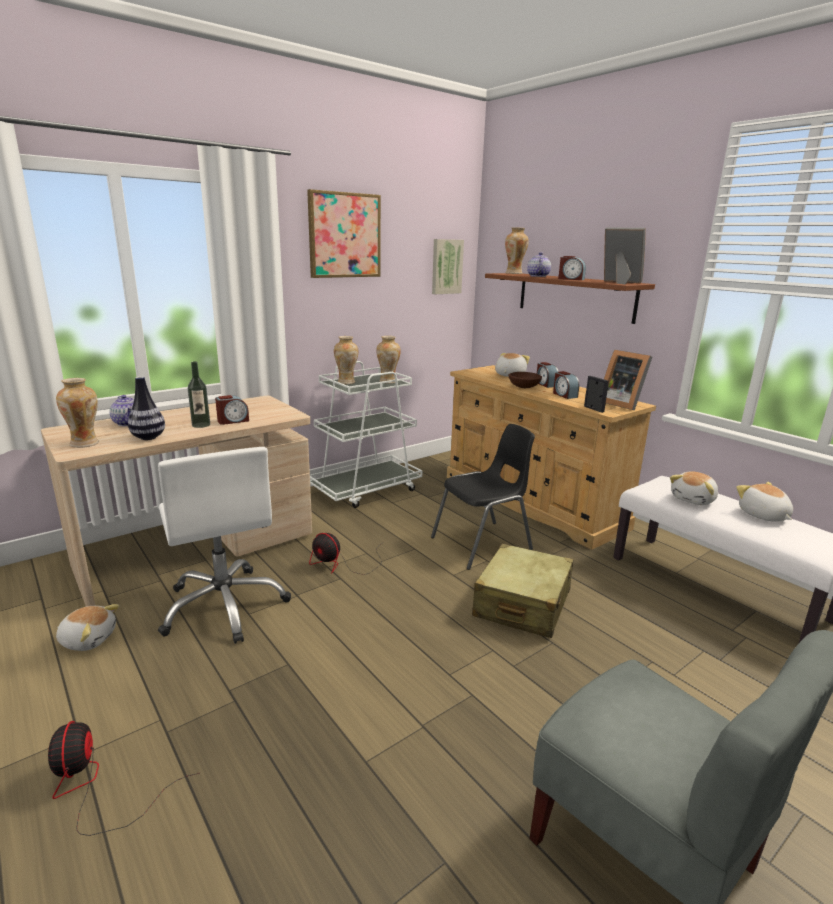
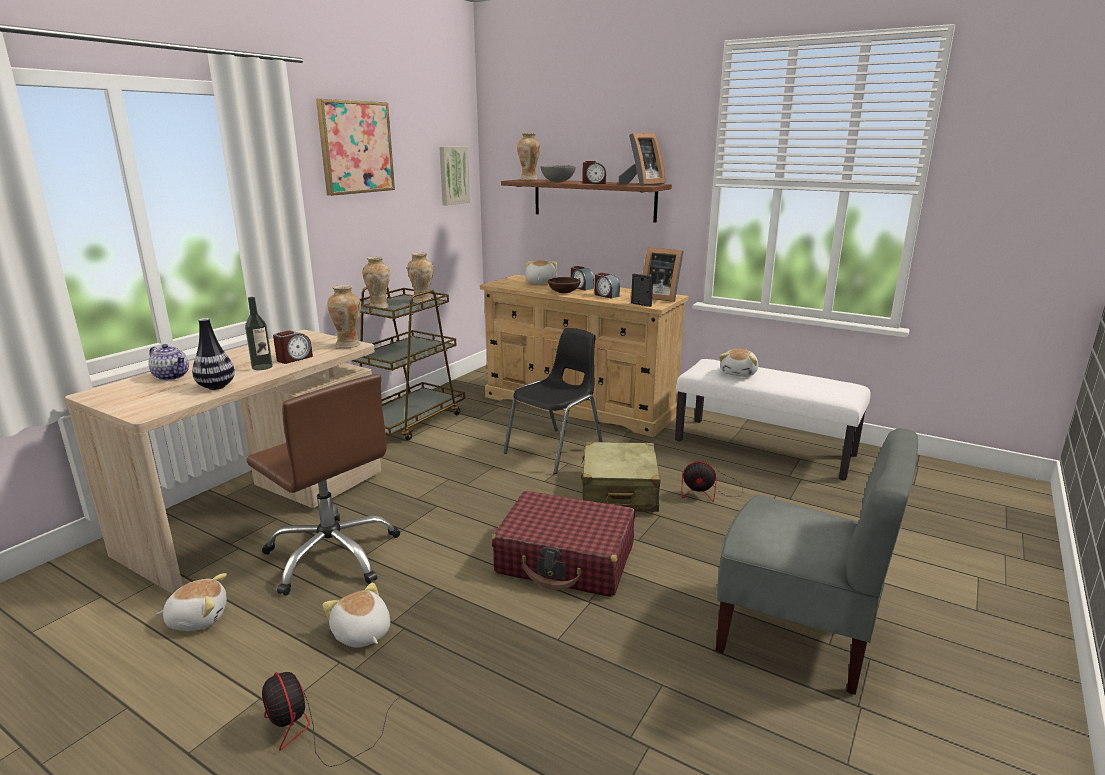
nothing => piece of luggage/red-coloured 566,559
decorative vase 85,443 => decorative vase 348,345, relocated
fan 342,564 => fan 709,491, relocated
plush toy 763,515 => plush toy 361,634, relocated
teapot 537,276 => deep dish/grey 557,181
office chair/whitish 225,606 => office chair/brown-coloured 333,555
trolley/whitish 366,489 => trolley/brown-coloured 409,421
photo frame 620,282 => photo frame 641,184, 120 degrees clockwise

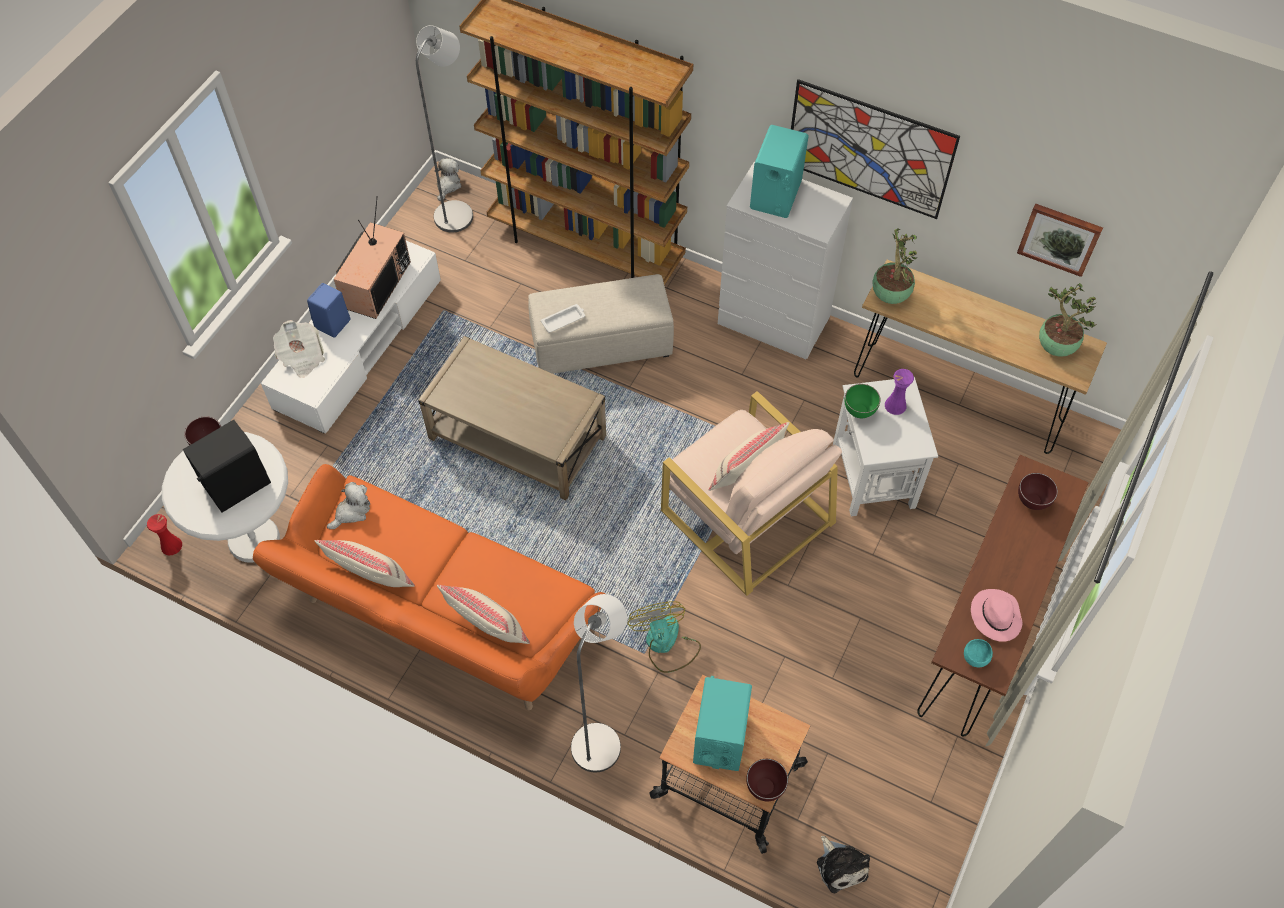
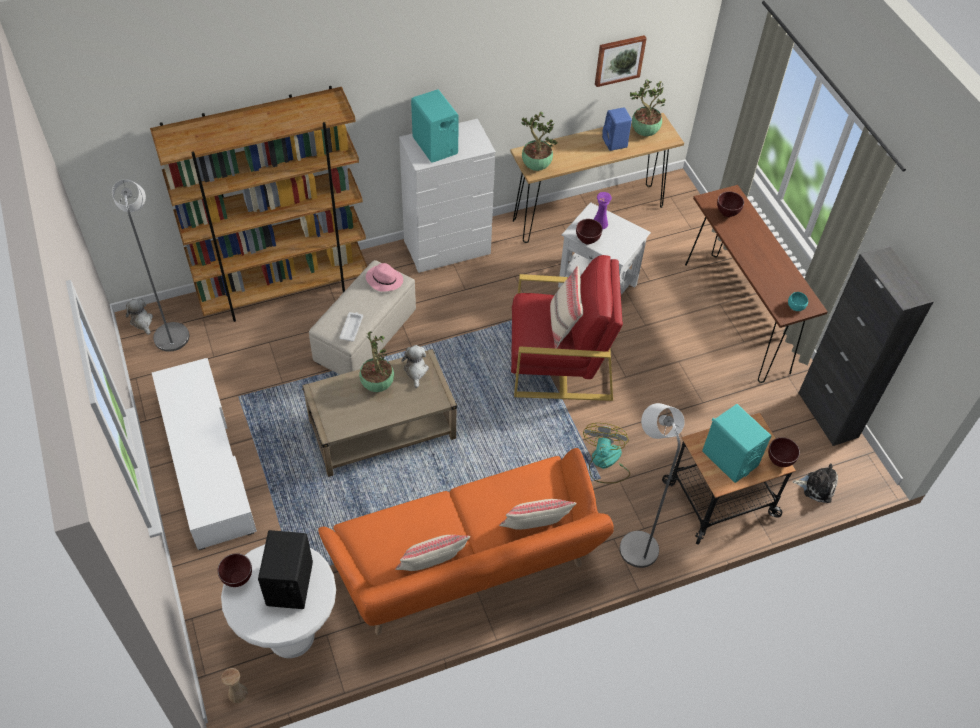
printed paper 302,357 => nothing
TV set 376,283 => nothing
wall picture 869,149 => nothing
nothing => plant in a pot 377,384
nothing => cupboard/black-coloured 828,415
audio speaker/bluish 332,325 => audio speaker/bluish 615,143, relocated
plush toy 352,511 => plush toy 416,370, relocated
clothing hat/pink 995,616 => clothing hat/pink 384,279, relocated
decorative vase/red-coloured 171,546 => decorative vase/sand-coloured 237,693
armchair/sand-coloured 746,515 => armchair/red-coloured 561,360
deep dish/green-coloured 859,411 => deep dish/brown-coloured 587,240
fan 665,644 => fan 605,463, 75 degrees clockwise

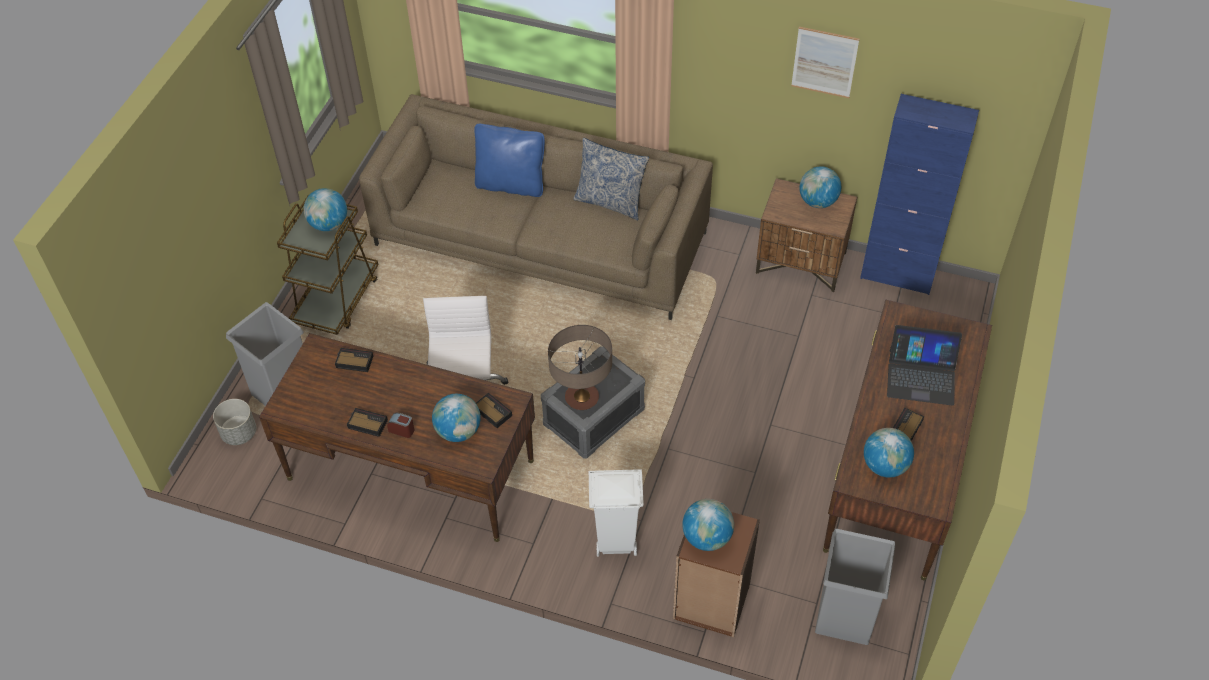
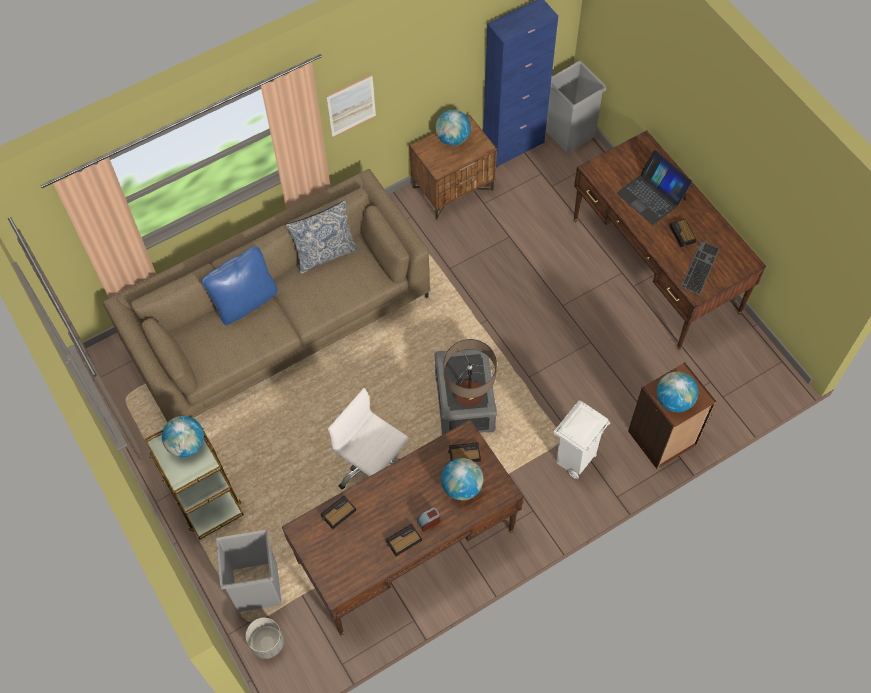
wall picture 824,62 => wall picture 351,105, relocated
trash can/grey 845,615 => trash can/grey 569,133, relocated
desk globe 884,466 => PC keyboard 699,266
notebook computer 921,376 => notebook computer 651,196, 90 degrees clockwise

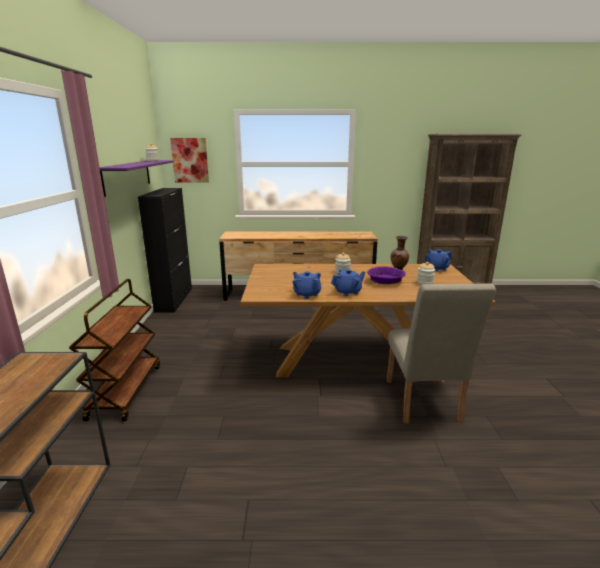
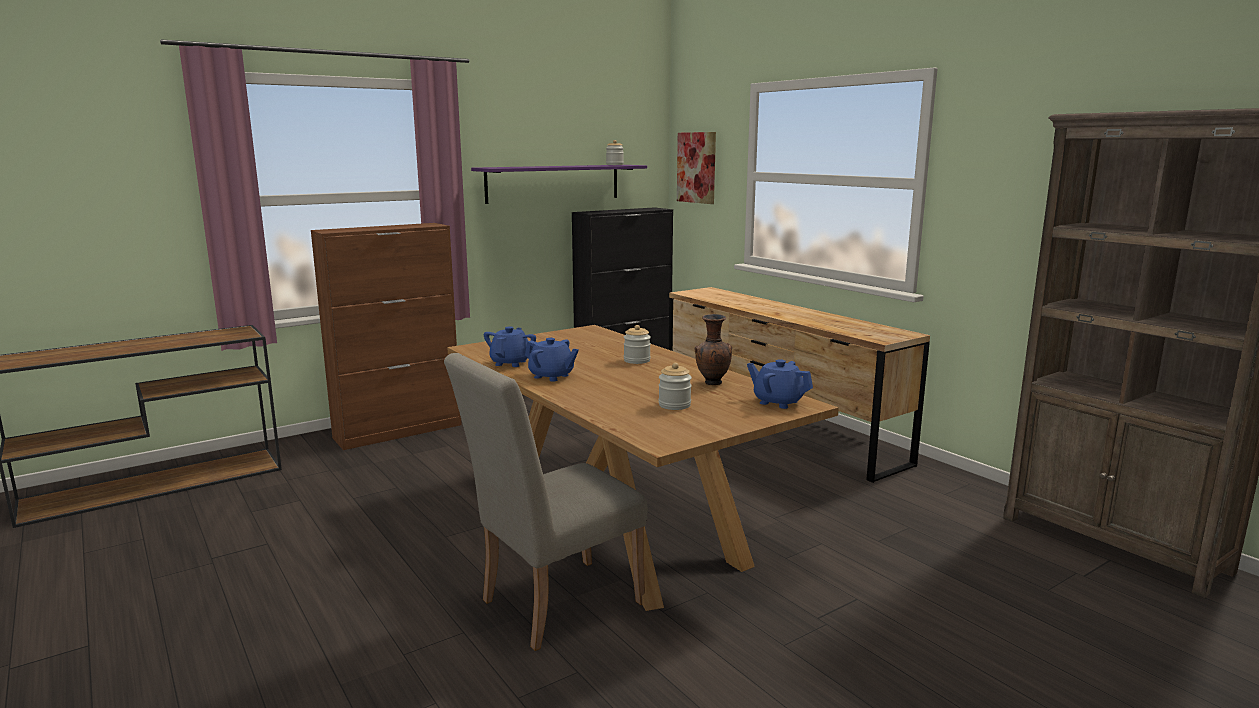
deep dish/purple-coloured 385,281 => nothing
trolley/brown-coloured 125,390 => cupboard/brown-coloured 399,431

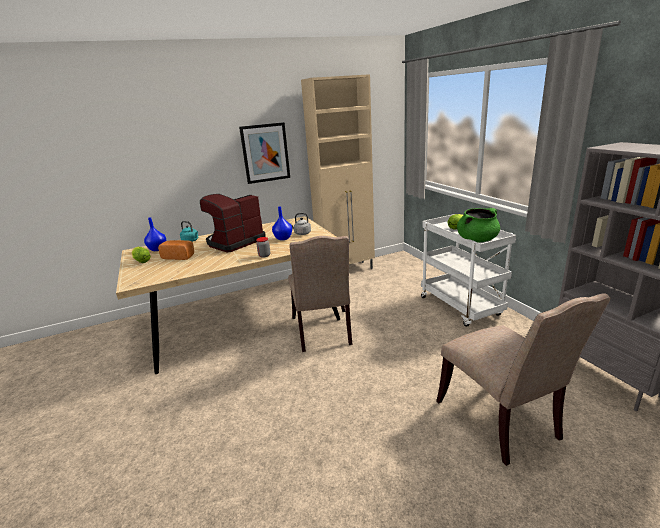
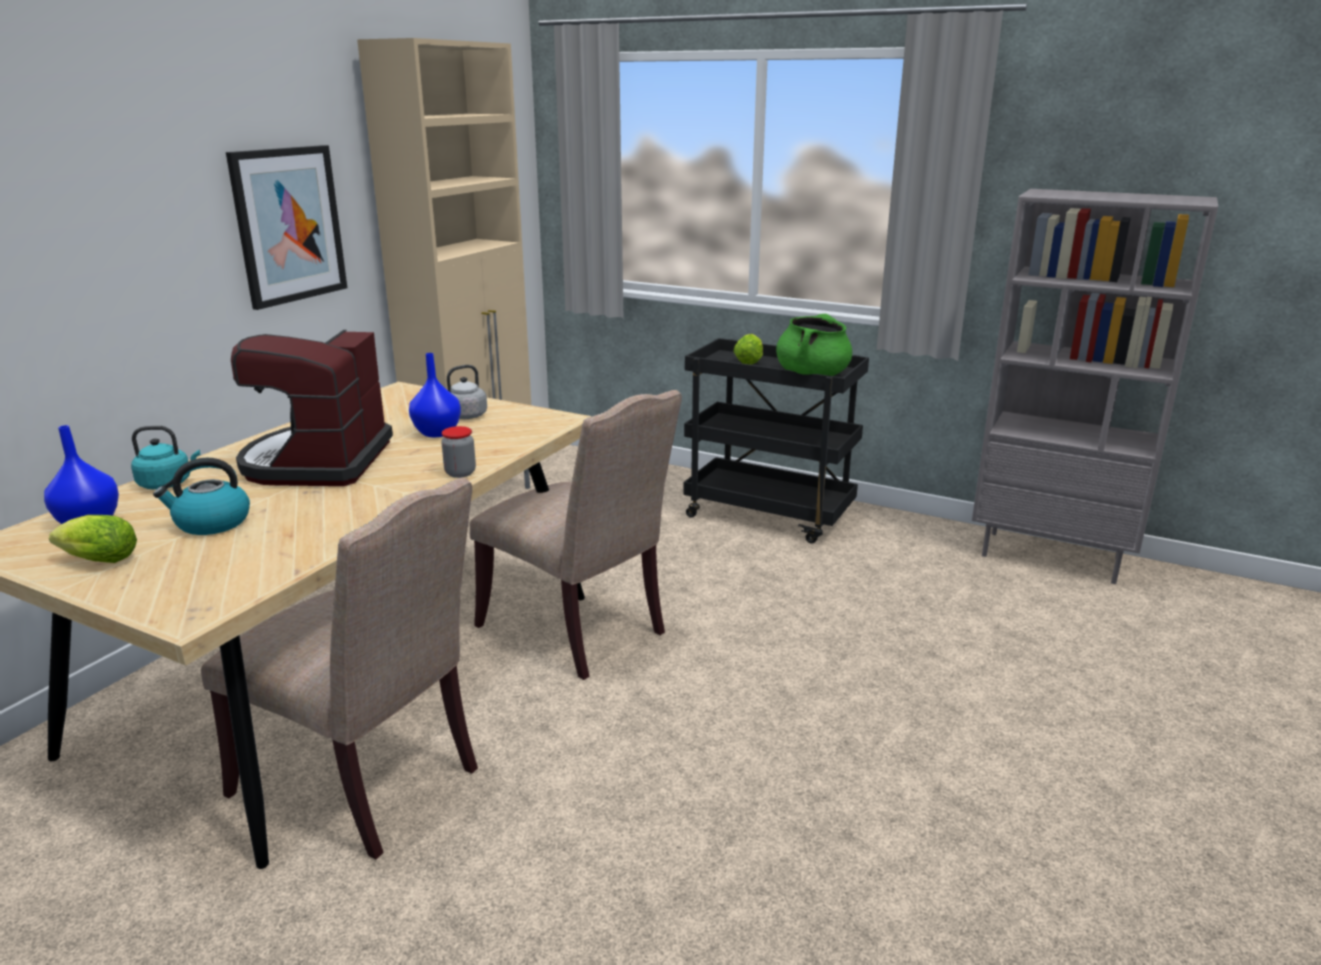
upright chair/sand-coloured 502,421 => upright chair/sand-coloured 367,782, relocated
baked bread 179,256 => tea kettle 211,523
trolley/whitish 461,307 => trolley/black-coloured 770,515

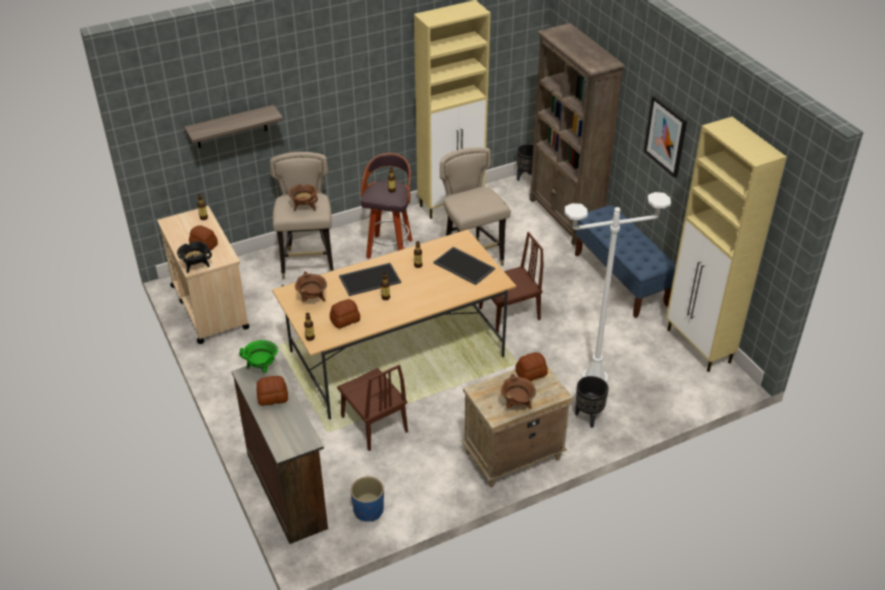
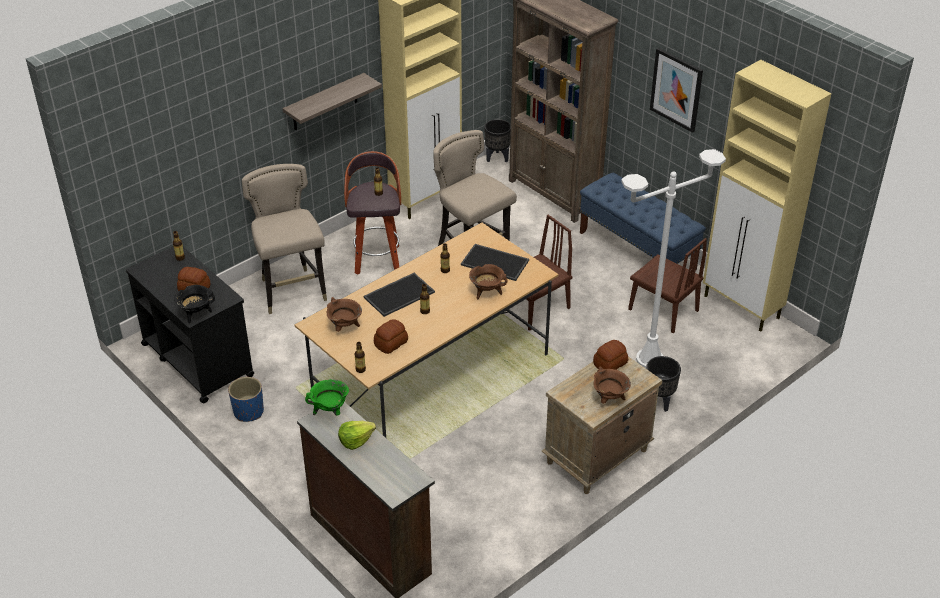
bracket shelf 231,127 => bracket shelf 325,102, relocated
cooking pot/brown-coloured 304,207 => cooking pot/brown-coloured 487,292, relocated
upright chair/brown-coloured 374,424 => upright chair/brown-coloured 663,310, relocated
planter/bluish 368,510 => planter/bluish 248,412, relocated
baked bread 272,397 => lettuce head 355,440
trolley/sand-coloured 209,306 => trolley/black-coloured 197,359

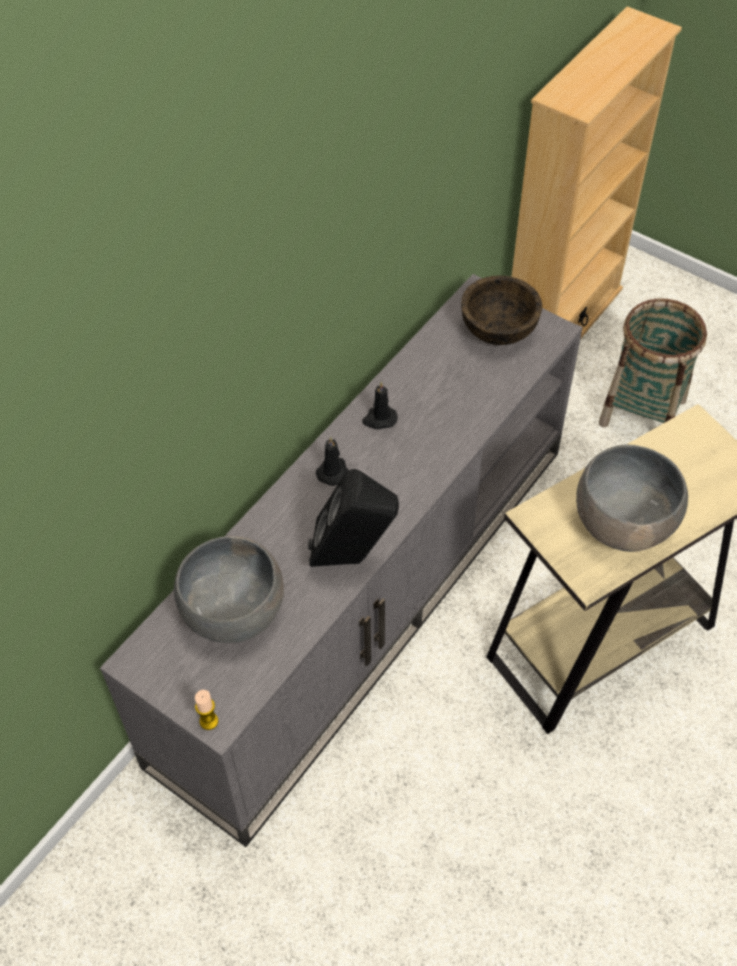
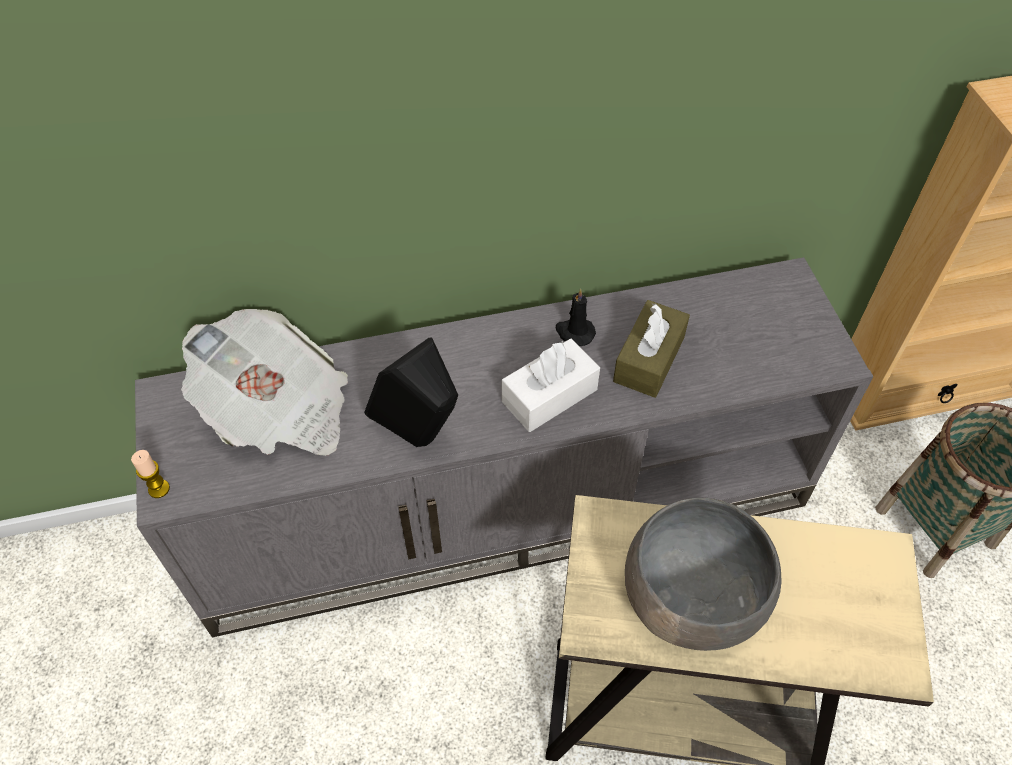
wax light/black-coloured 333,472 => nothing
deep dish/brown-coloured 498,329 => nothing
nothing => tissue holder/whitish 549,395
nothing => tissue holder/brown-coloured 649,359
deep dish/grey 234,610 => printed paper 278,410

